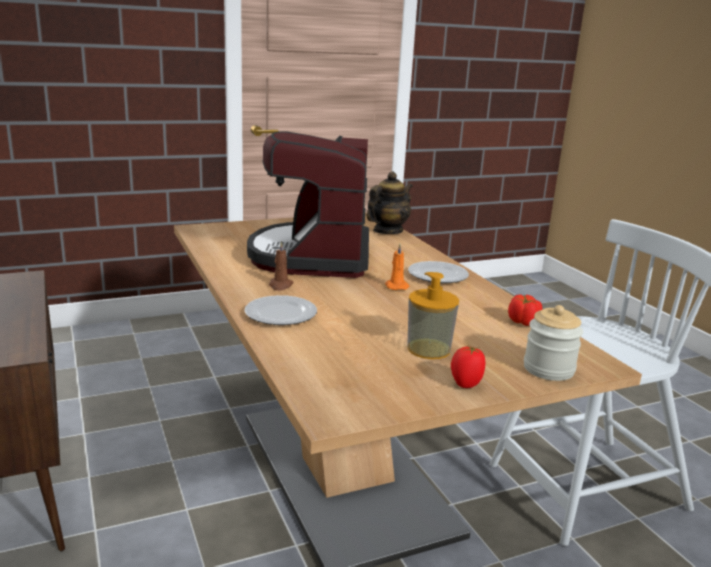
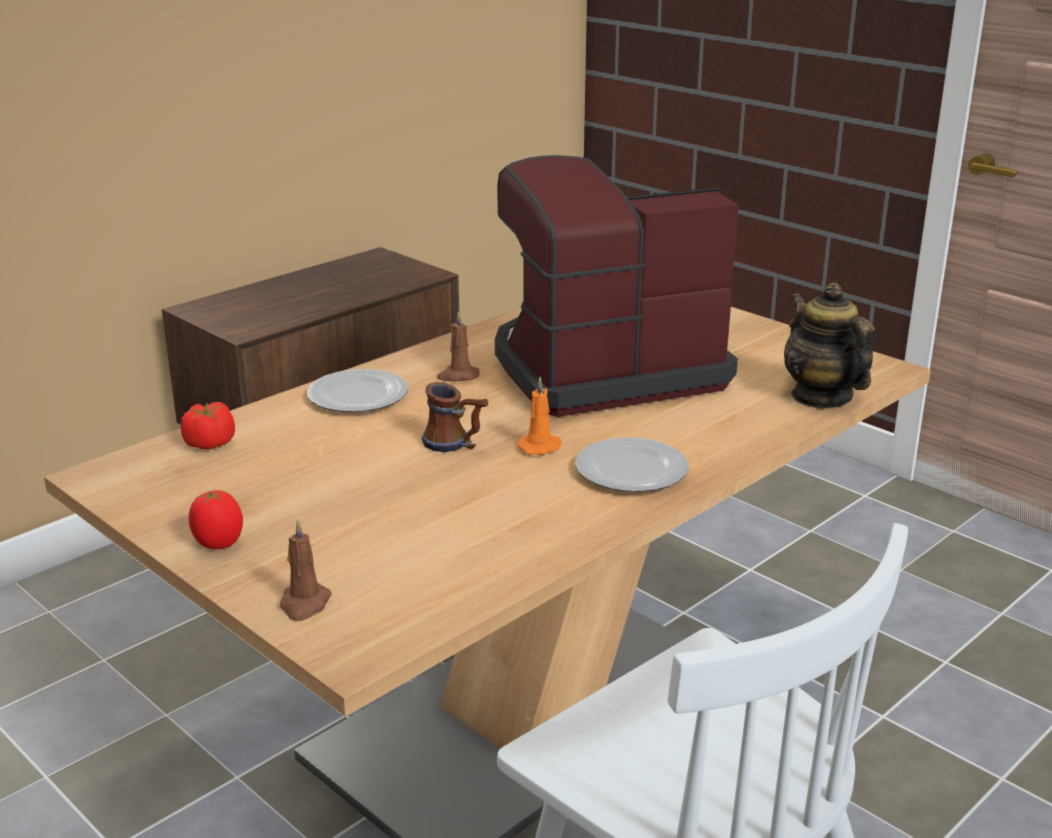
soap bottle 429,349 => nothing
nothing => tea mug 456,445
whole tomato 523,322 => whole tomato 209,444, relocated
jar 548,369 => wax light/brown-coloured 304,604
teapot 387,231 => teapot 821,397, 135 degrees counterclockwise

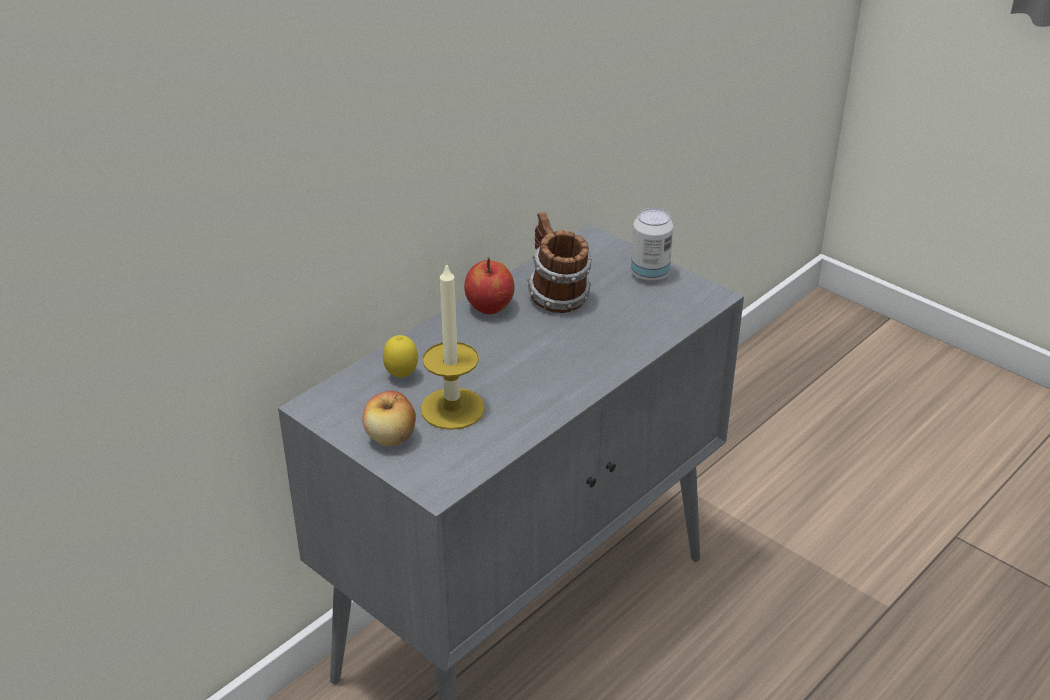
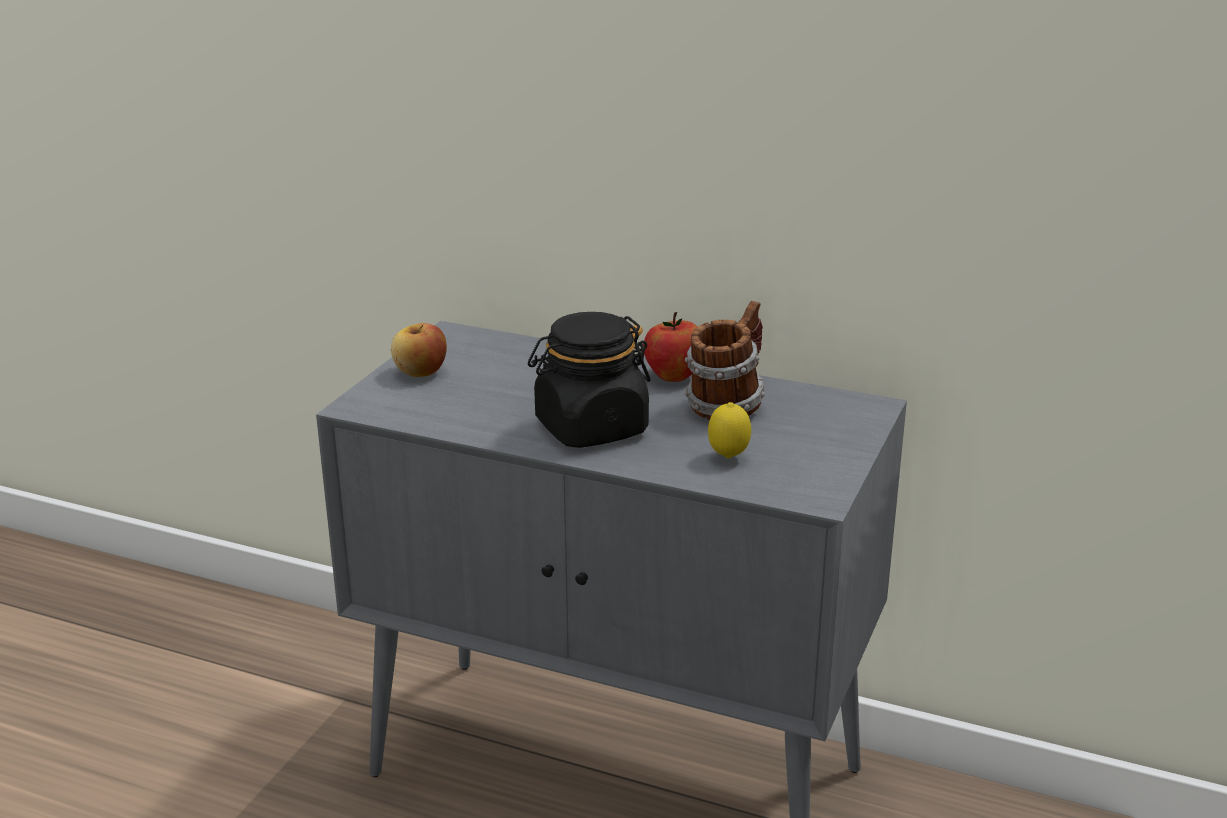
wax light 452,408 => nothing
can 650,274 => nothing
nothing => jar/black-coloured 590,428
whole lemon 401,376 => whole lemon 728,458, relocated

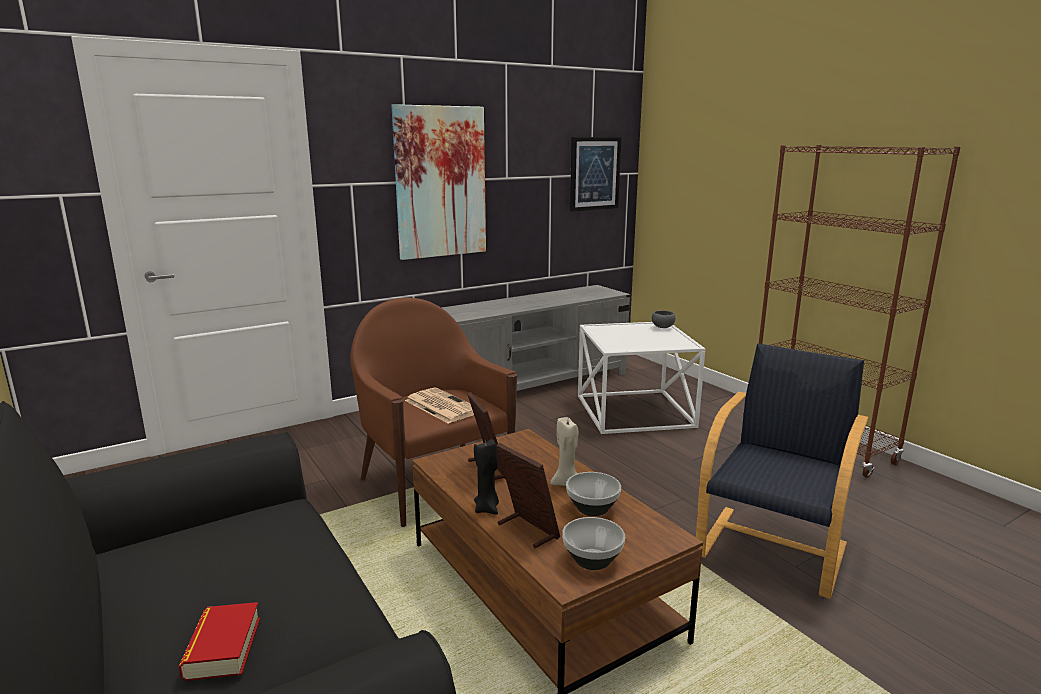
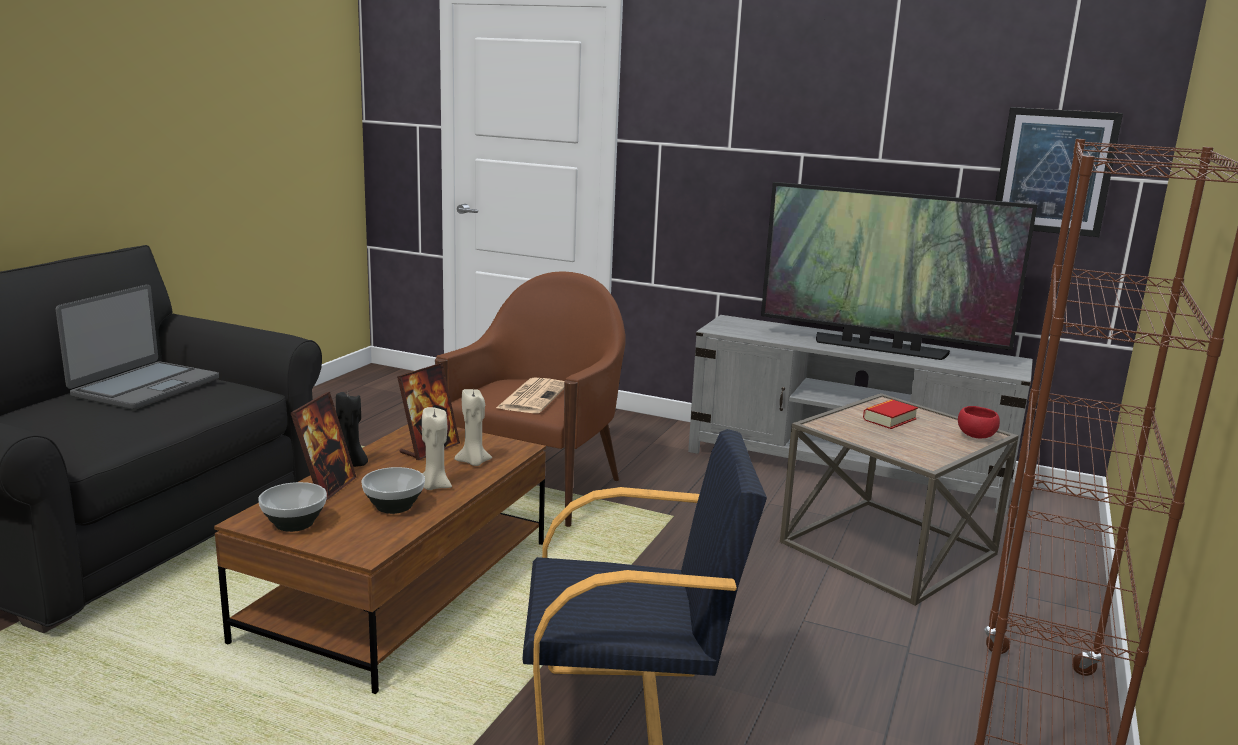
wall picture 440,182 => nothing
nothing => notebook computer 145,387
nothing => wax light/sand-coloured 473,462
nothing => TV set 879,347
bound book 223,648 => bound book 889,419, relocated
end table/whitish 635,410 => end table/brown-coloured 890,548
deep dish/grey 662,327 => deep dish/red-coloured 975,436

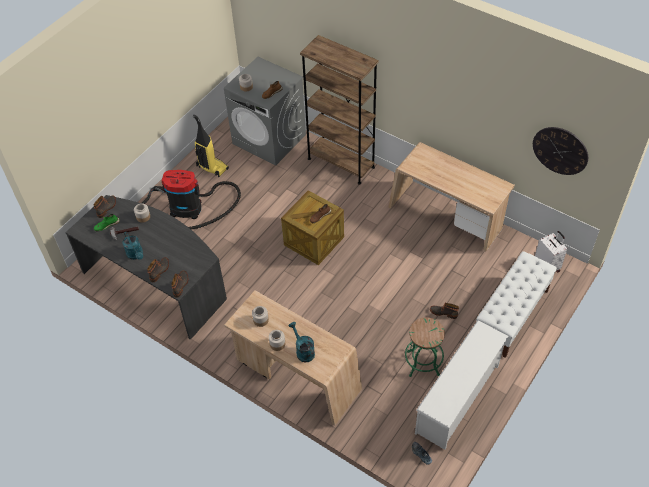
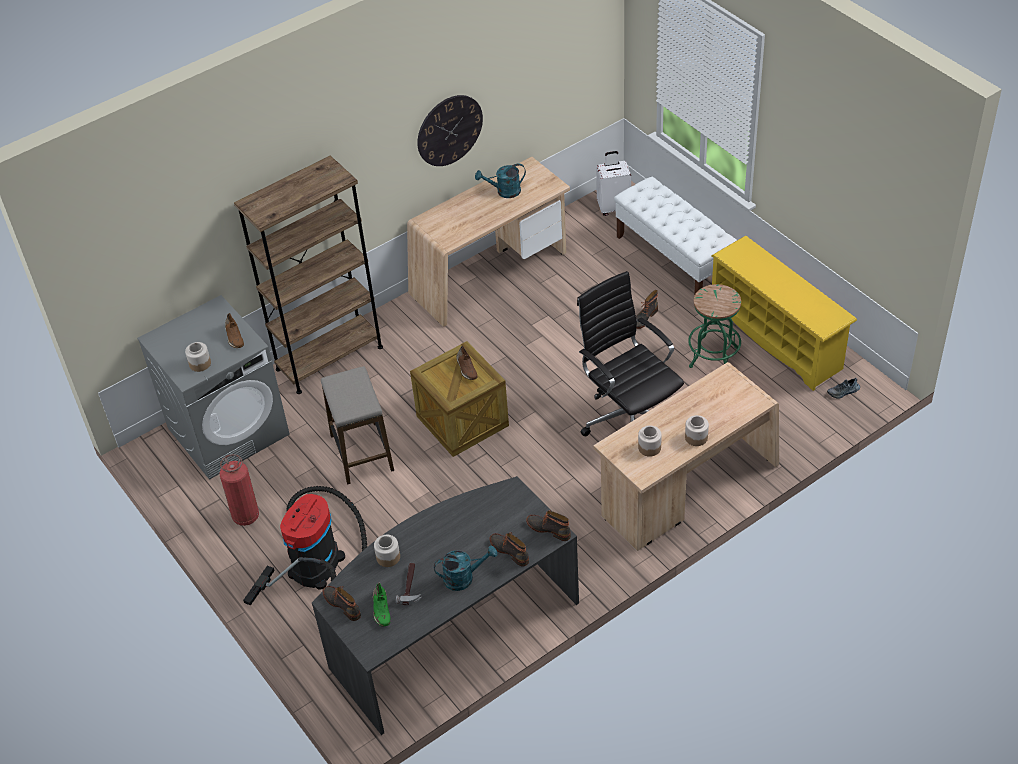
nothing => sitting stool 361,453
nothing => office chair/black-coloured 629,418
sprinkling can/turquoise-coloured 303,351 => sprinkling can/turquoise-coloured 504,192, relocated
clock on the wall 560,150 => clock on the wall 449,130, relocated
vacuum cleaner 211,168 => fire-fighting cylinder 246,516
shoe stand/whitish 458,399 => shoe stand/yellowish 777,338

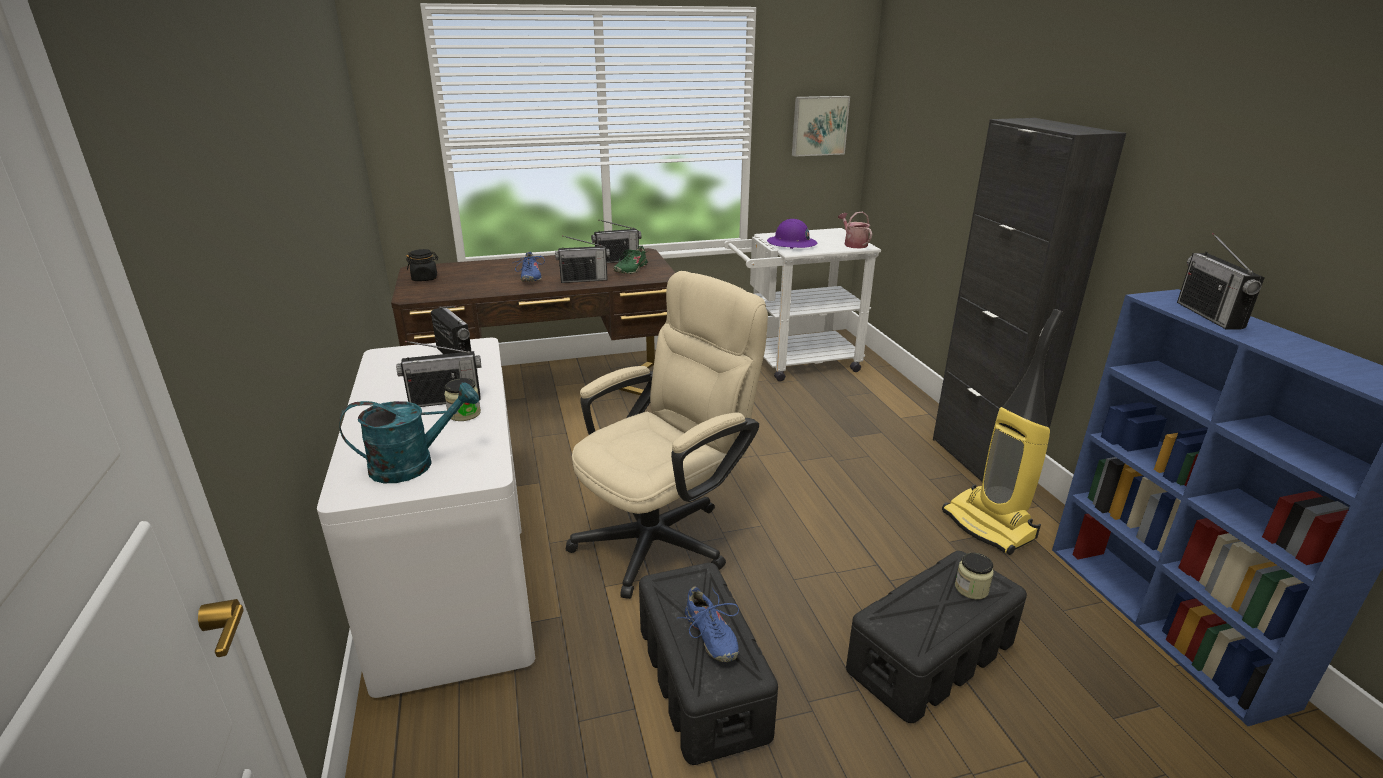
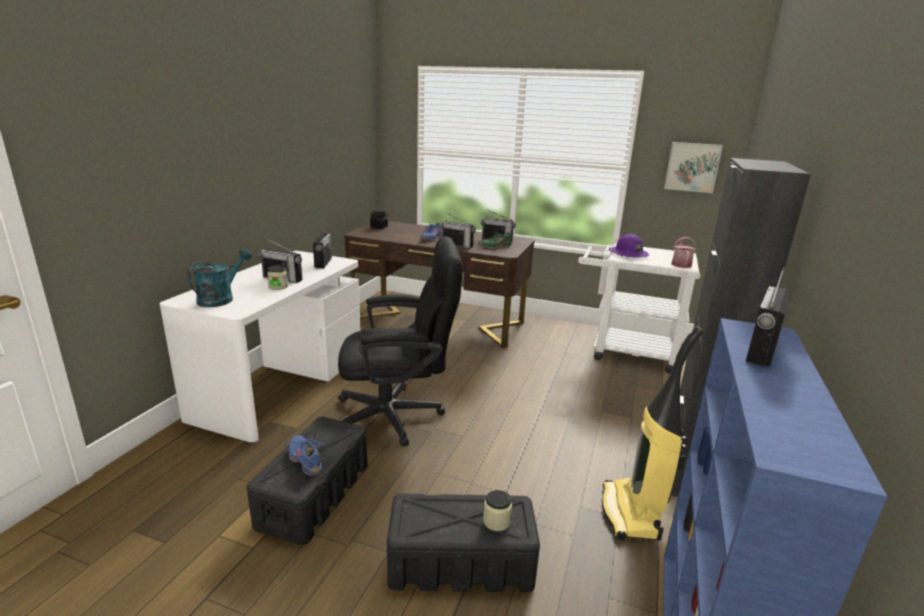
office chair/sand-coloured 665,536 => office chair/black-coloured 398,415
sprinkling can/turquoise-coloured 414,464 => sprinkling can/turquoise-coloured 221,299, 75 degrees counterclockwise
item of footwear/bluish 710,636 => item of footwear/bluish 306,459, 135 degrees clockwise

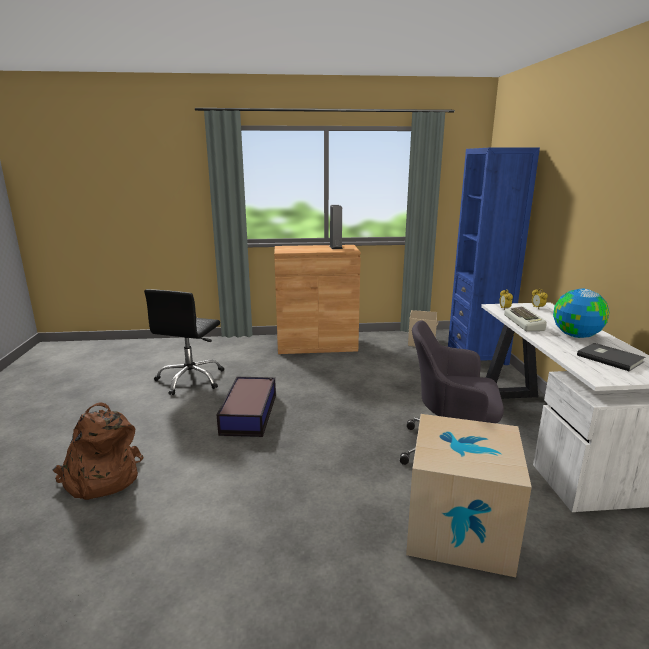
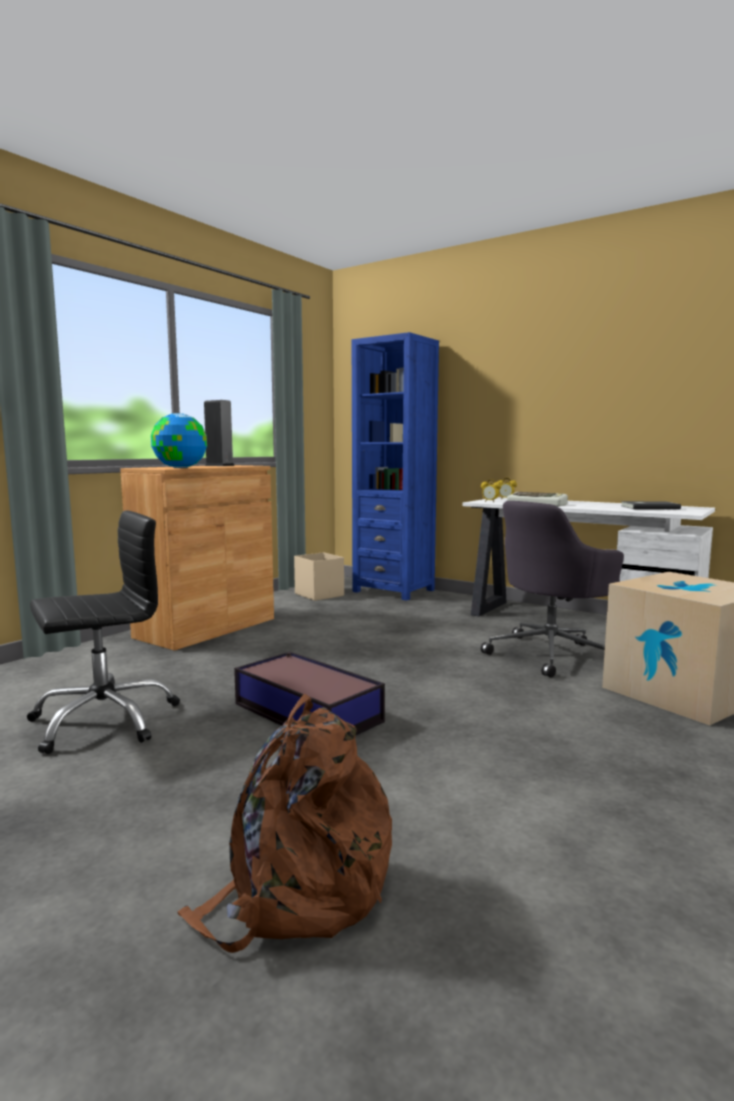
desk globe 575,336 => desk globe 180,467, relocated
office chair/black-coloured 191,379 => office chair/black-coloured 104,720, 90 degrees counterclockwise

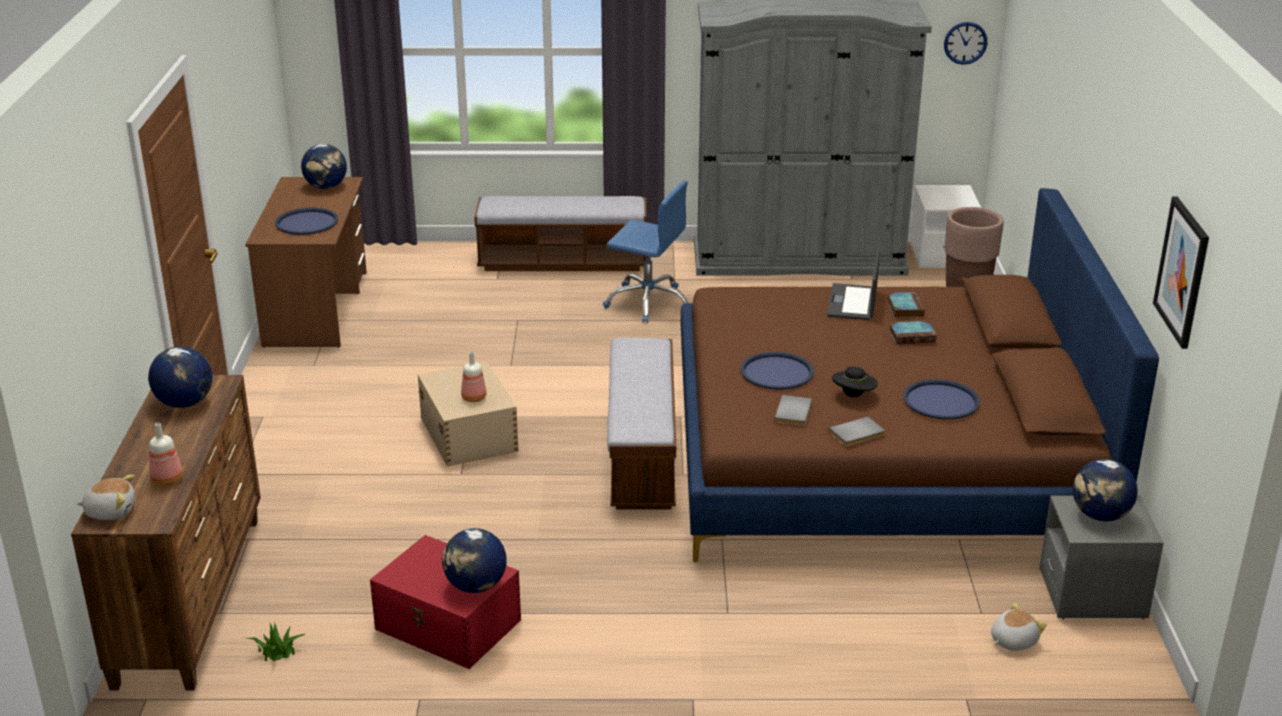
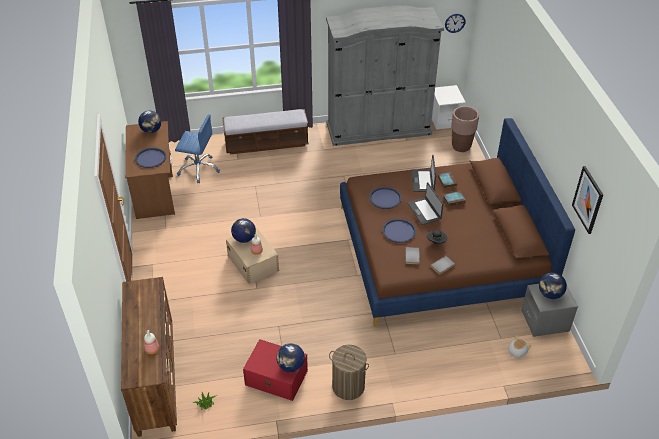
plush toy 111,511 => nothing
indoor bench 642,454 => nothing
nothing => washing basket 348,386
nothing => notebook computer 424,211
desk globe 184,403 => desk globe 244,239, relocated
office chair/bluish 648,302 => office chair/bluish 198,169, relocated
carrying tray/bluish 940,401 => carrying tray/bluish 385,198, relocated

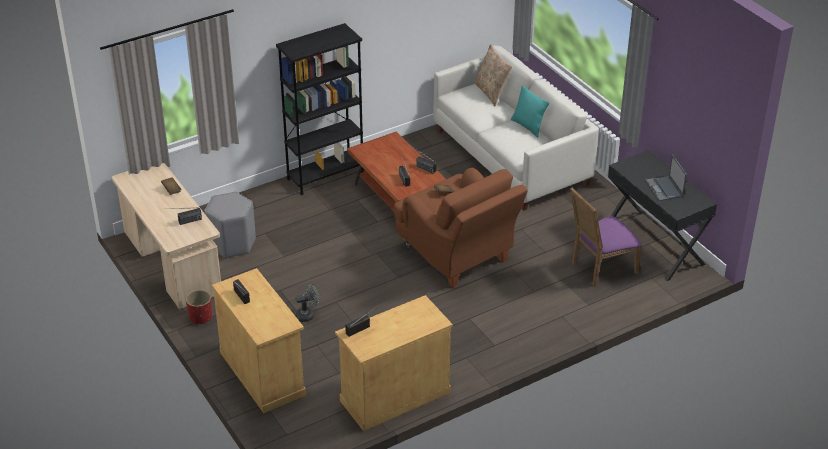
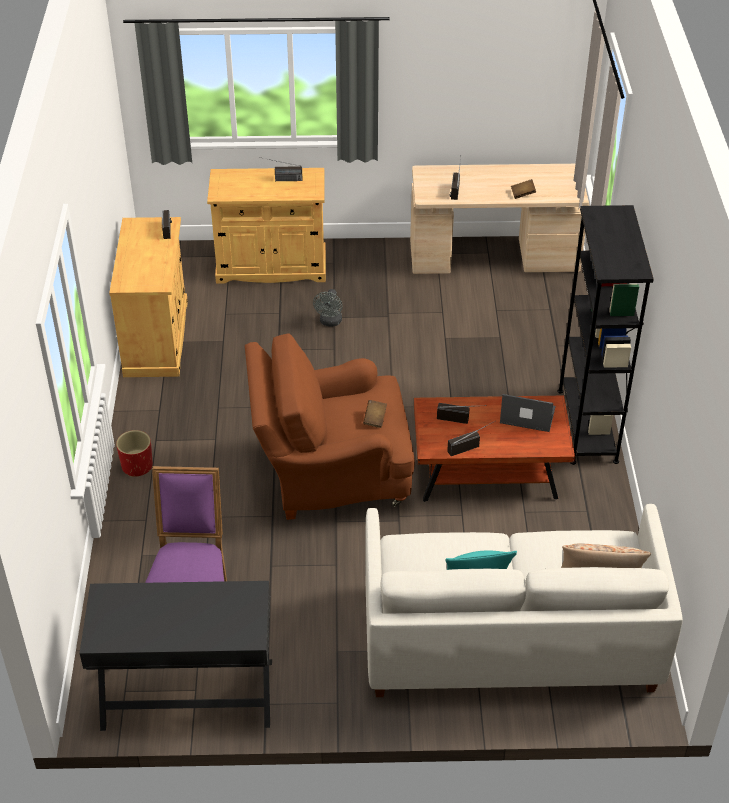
sitting stool/grey 232,244 => nothing
planter/red-coloured 200,317 => planter/red-coloured 137,466, relocated
notebook computer 664,188 => notebook computer 526,415, relocated

